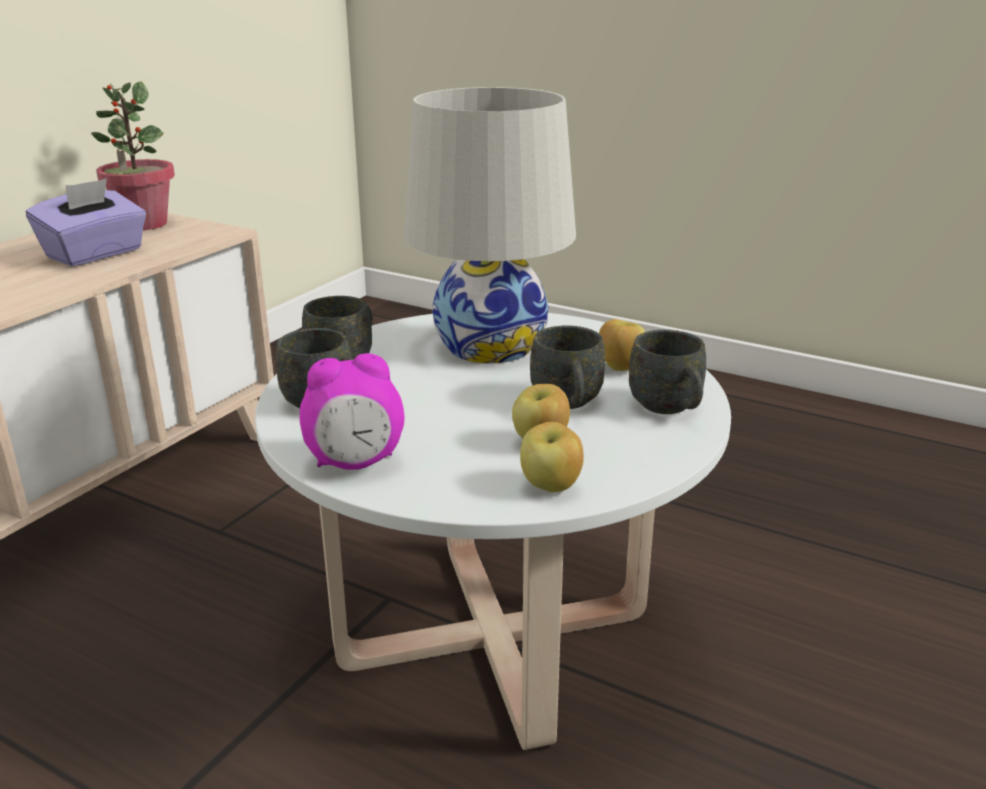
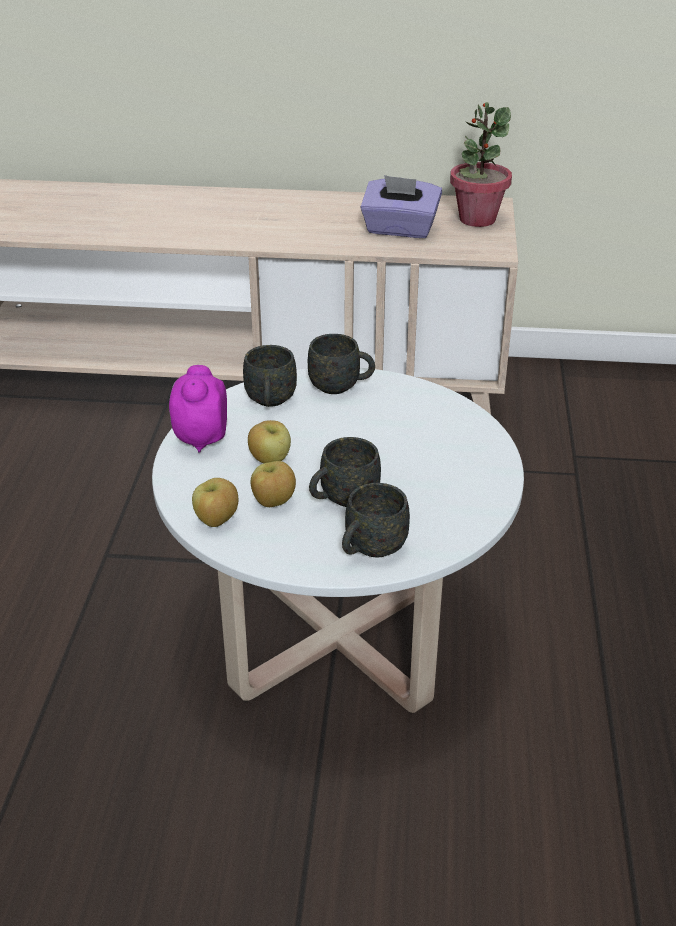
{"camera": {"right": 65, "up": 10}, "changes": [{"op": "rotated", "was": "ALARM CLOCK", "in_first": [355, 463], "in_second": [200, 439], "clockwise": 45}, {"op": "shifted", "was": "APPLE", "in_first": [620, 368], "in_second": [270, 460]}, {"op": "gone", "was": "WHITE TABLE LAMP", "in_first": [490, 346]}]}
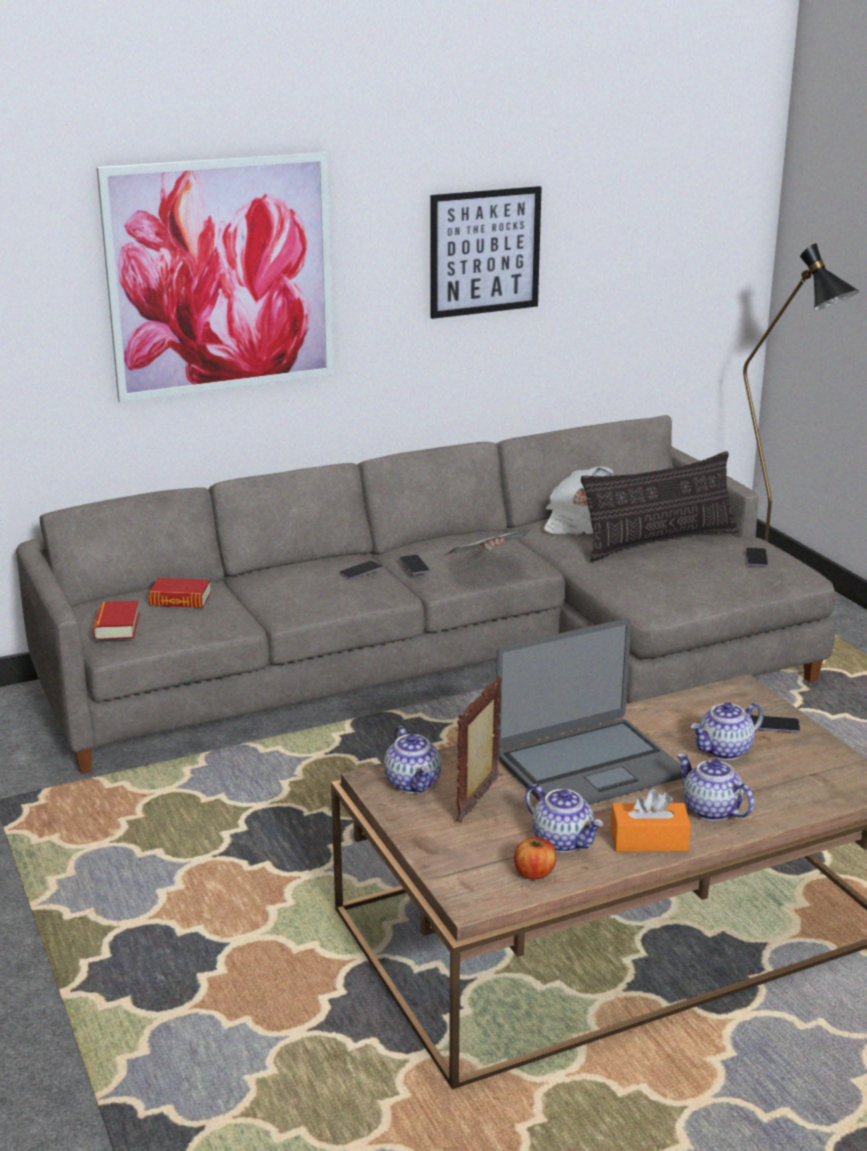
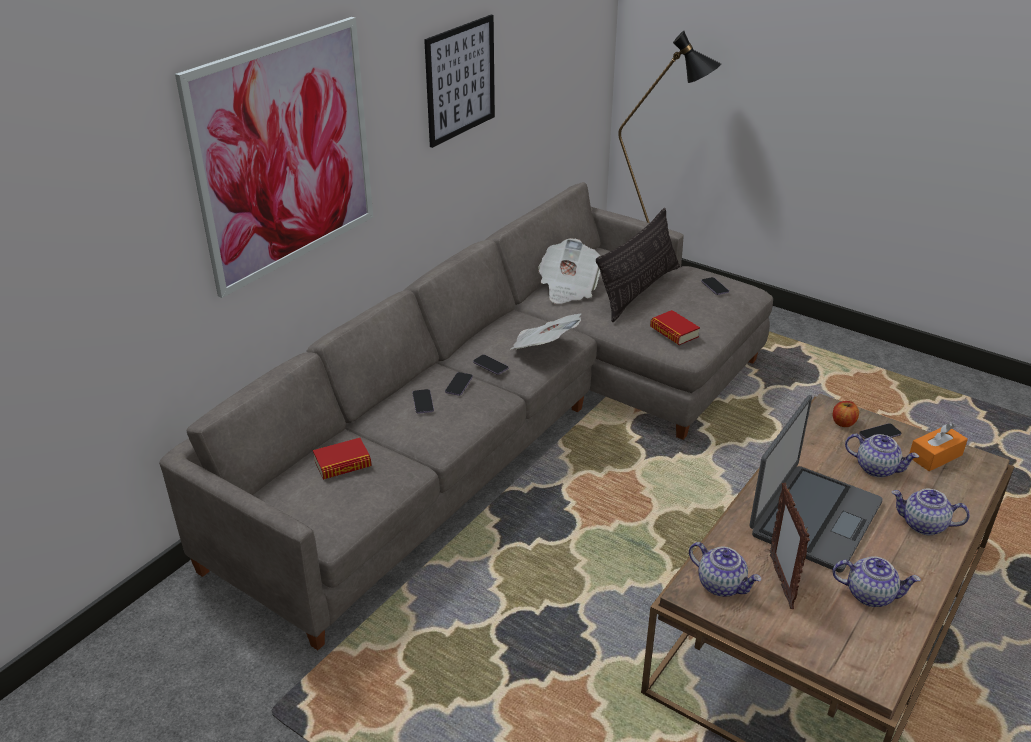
{"camera": {"right": -30, "up": 10}, "changes": [{"op": "new", "now": "PHONE", "in_second": [423, 402]}, {"op": "shifted", "was": "BOOK", "in_first": [117, 626], "in_second": [674, 332]}, {"op": "shifted", "was": "APPLE", "in_first": [534, 873], "in_second": [843, 423]}, {"op": "rotated", "was": "TEAPOT", "in_first": [724, 751], "in_second": [877, 468], "clockwise": -90}, {"op": "shifted", "was": "ORANGE TISSUE BOX", "in_first": [649, 840], "in_second": [935, 456]}]}
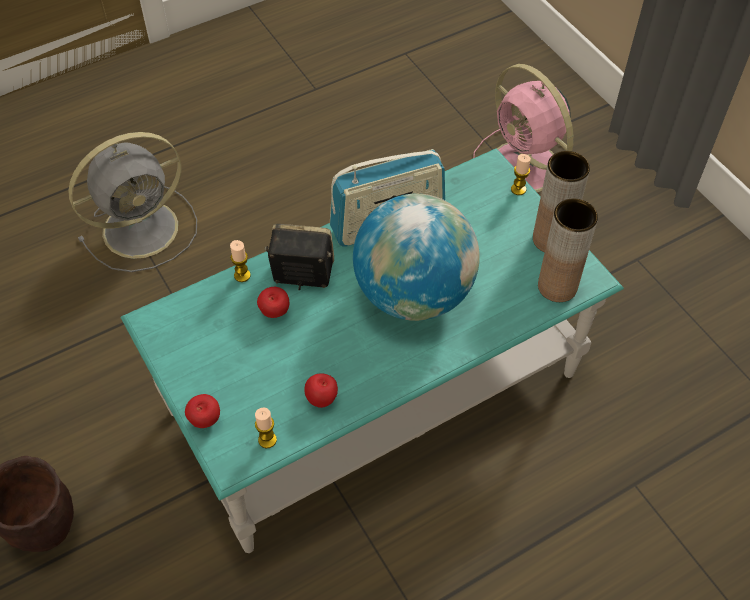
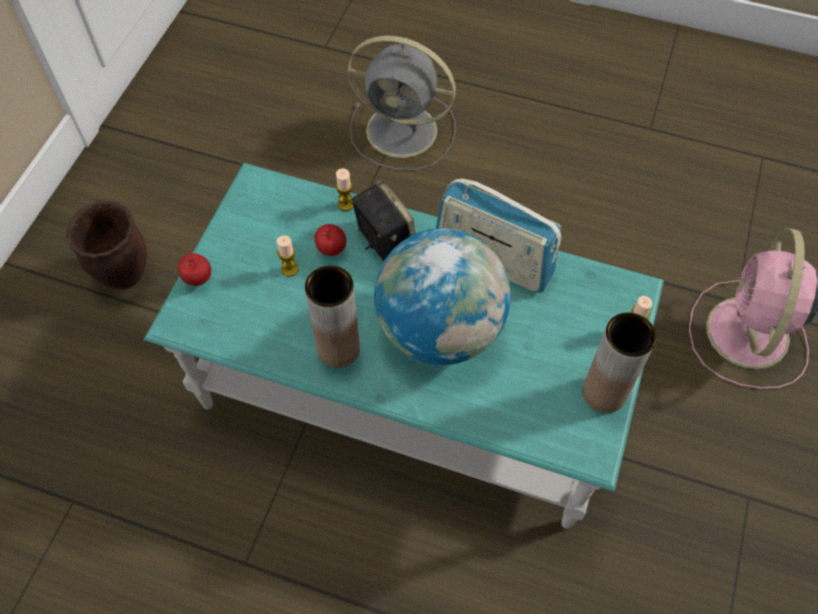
{"camera": {"right": 50, "up": 5}, "changes": [{"op": "shifted", "was": "CANDLE", "in_first": [267, 440], "in_second": [289, 269]}, {"op": "shifted", "was": "BROWN VASE", "in_first": [557, 286], "in_second": [338, 348]}, {"op": "gone", "was": "APPLE", "in_first": [322, 399]}]}
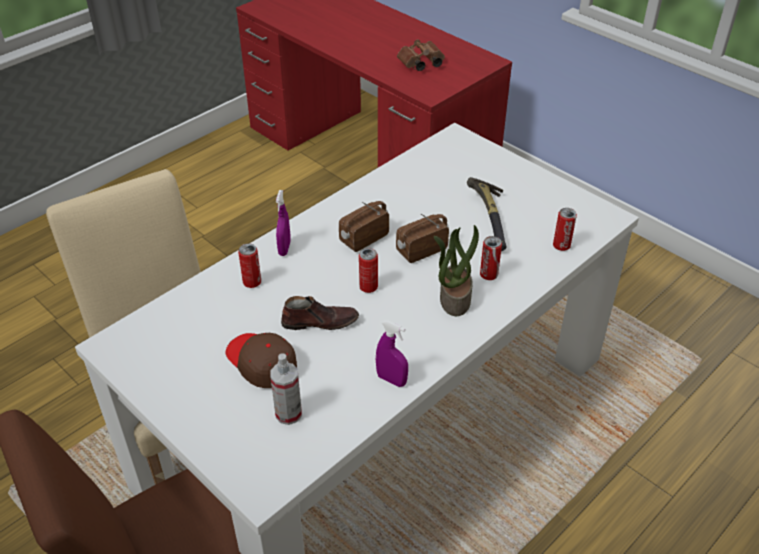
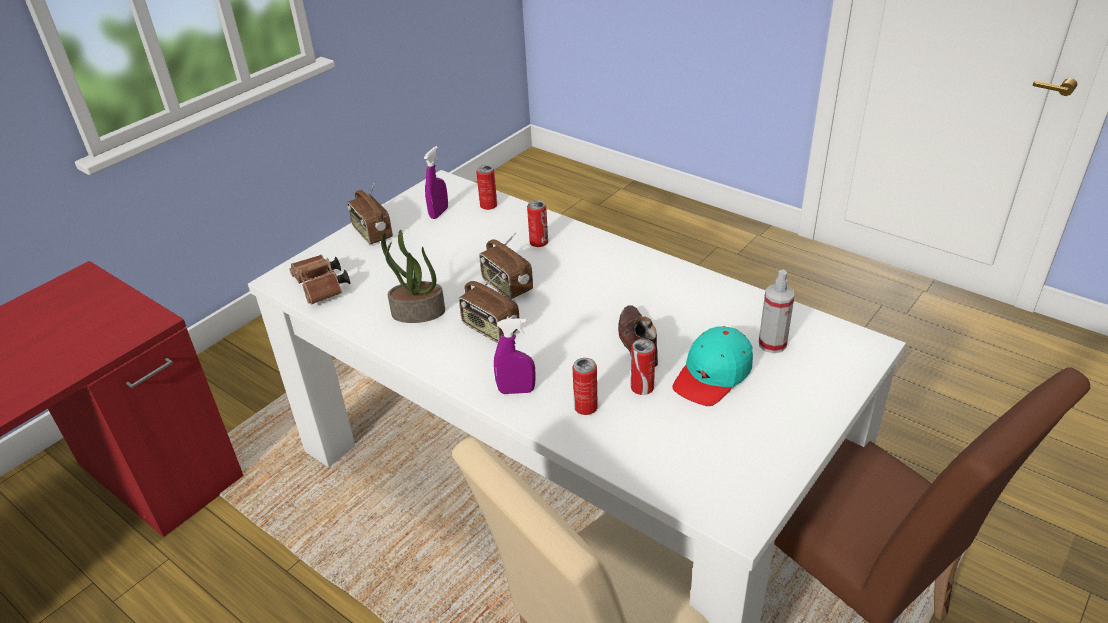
{"camera": {"right": -95, "up": -5}, "changes": [{"op": "shifted", "was": "BROWN BINOCULARS", "in_first": [420, 64], "in_second": [322, 289]}, {"op": "new", "now": "RADIO", "in_second": [371, 233]}, {"op": "shifted", "was": "POTTED PLANT", "in_first": [454, 298], "in_second": [417, 313]}, {"op": "shifted", "was": "PURPLE SPRAY BOTTLE", "in_first": [391, 380], "in_second": [439, 213]}, {"op": "shifted", "was": "CAN", "in_first": [368, 287], "in_second": [642, 388]}, {"op": "repainted", "was": "BROWN CAP", "now": "TURQUOISE CAP", "in_first": [261, 362], "in_second": [713, 375]}, {"op": "gone", "was": "HAMMER", "in_first": [492, 220]}]}
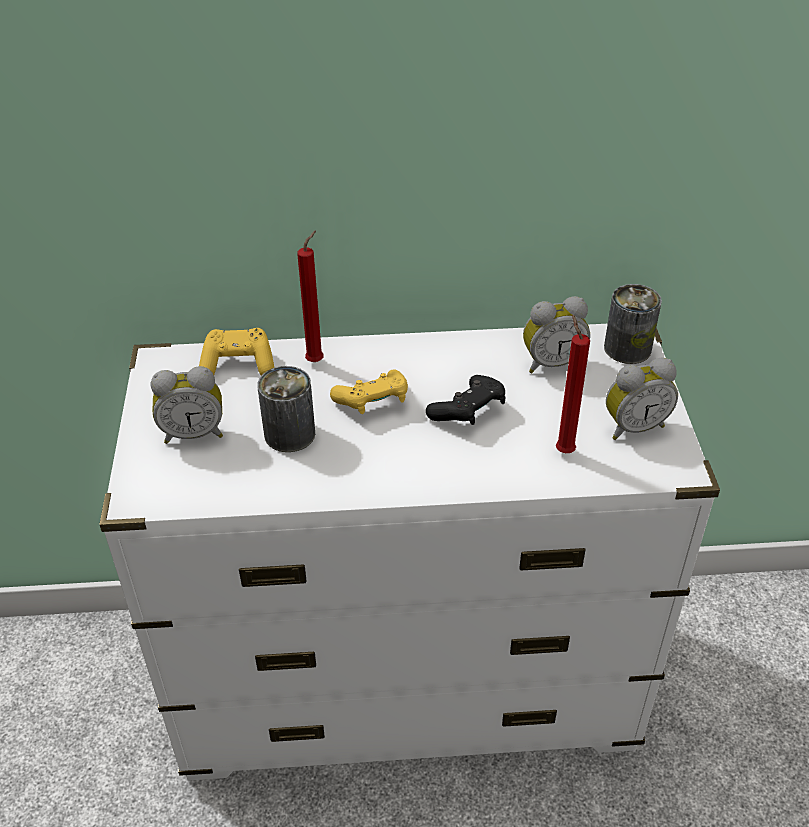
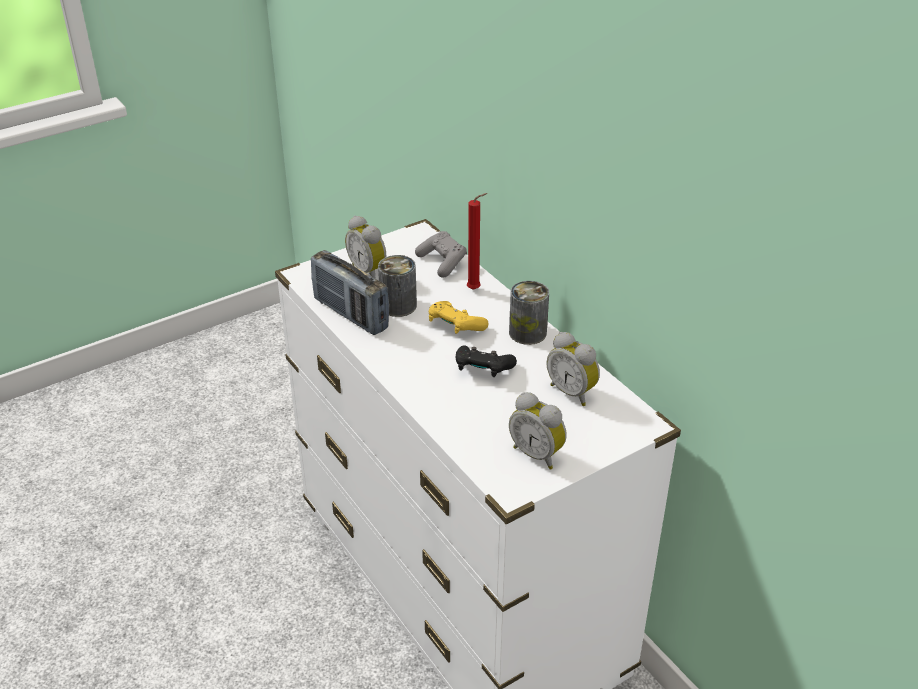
{"camera": {"right": 60, "up": -5}, "changes": [{"op": "new", "now": "RADIO", "in_second": [350, 314]}, {"op": "repainted", "was": "YELLOW GAME CONTROLLER", "now": "GREY GAME CONTROLLER", "in_first": [238, 365], "in_second": [442, 262]}, {"op": "shifted", "was": "CAN", "in_first": [627, 348], "in_second": [527, 332]}, {"op": "gone", "was": "RED CANDLE", "in_first": [563, 450]}]}
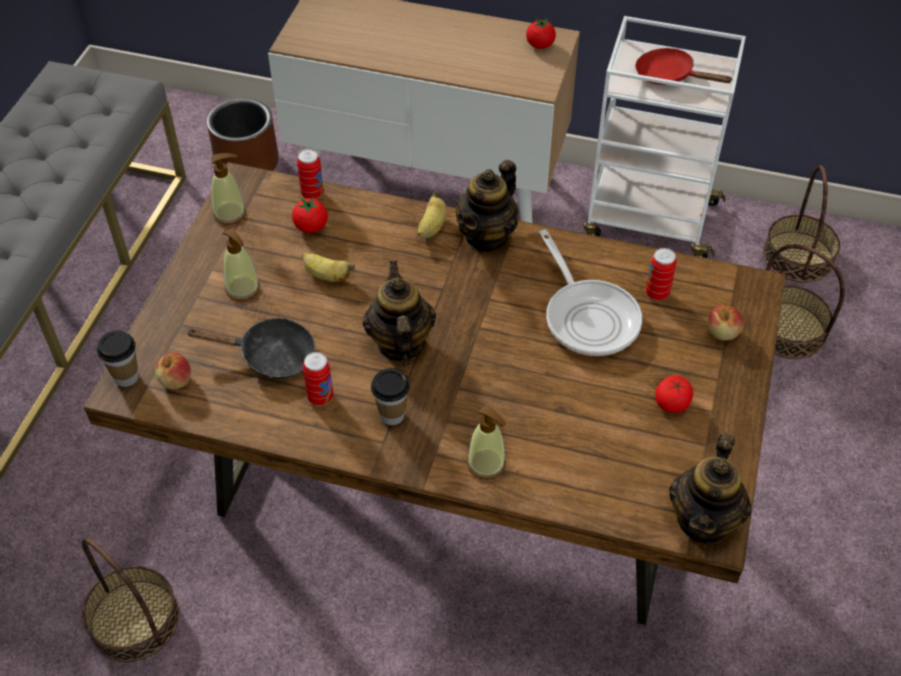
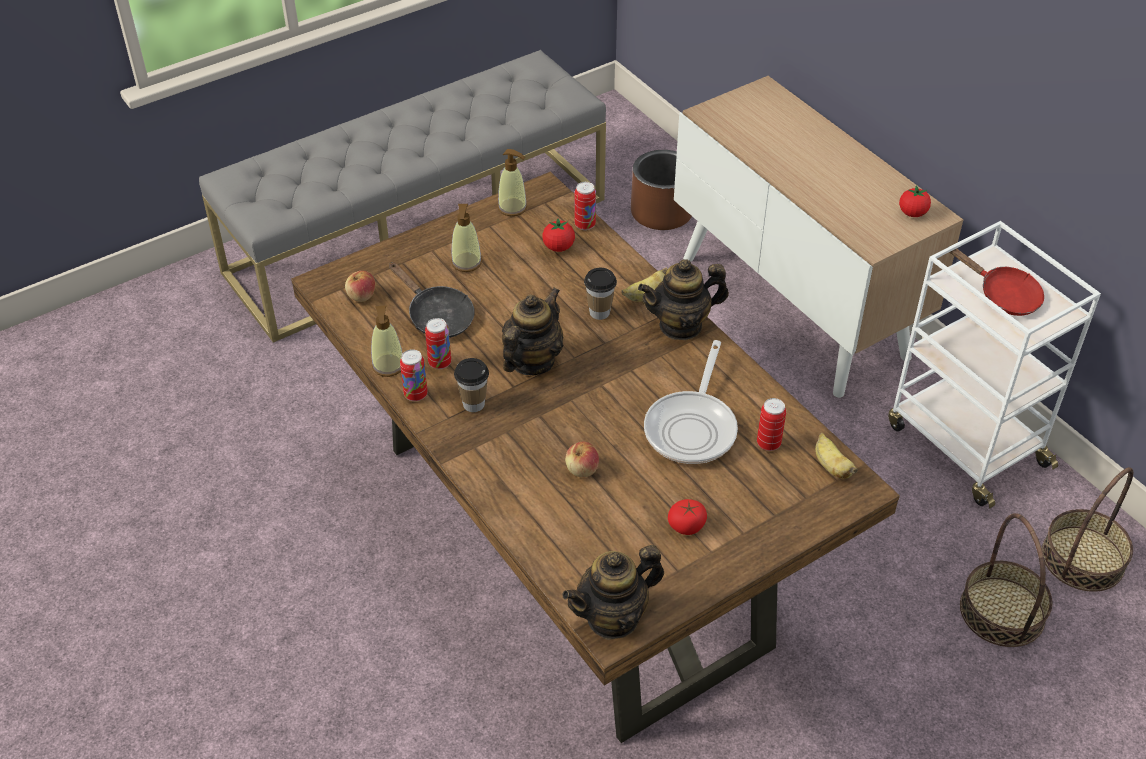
{"camera": {"right": 40, "up": -5}, "changes": [{"op": "shifted", "was": "SOAP DISPENSER", "in_first": [486, 464], "in_second": [388, 366]}, {"op": "new", "now": "CAN", "in_second": [415, 394]}, {"op": "shifted", "was": "APPLE", "in_first": [722, 332], "in_second": [582, 469]}, {"op": "shifted", "was": "CUP", "in_first": [126, 377], "in_second": [599, 312]}, {"op": "shifted", "was": "BANANA", "in_first": [327, 276], "in_second": [831, 466]}, {"op": "rotated", "was": "RED FRYING PAN", "in_first": [669, 76], "in_second": [1003, 295], "clockwise": 150}, {"op": "gone", "was": "BASKET", "in_first": [134, 620]}]}
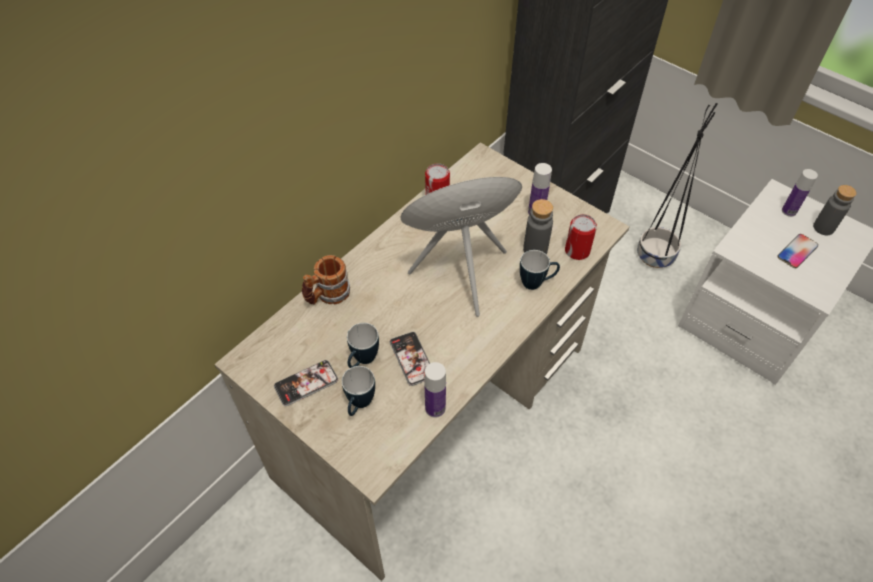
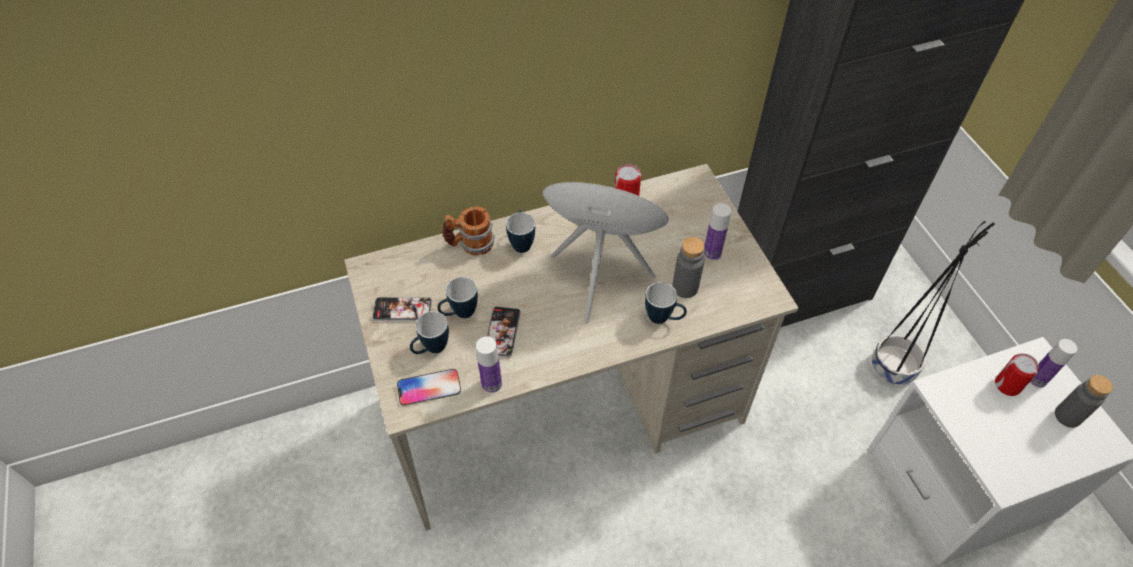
{"camera": {"right": 30, "up": 0}, "changes": [{"op": "shifted", "was": "PHONE", "in_first": [797, 251], "in_second": [429, 388]}, {"op": "new", "now": "MUG", "in_second": [521, 242]}, {"op": "shifted", "was": "CAN", "in_first": [577, 251], "in_second": [1007, 385]}]}
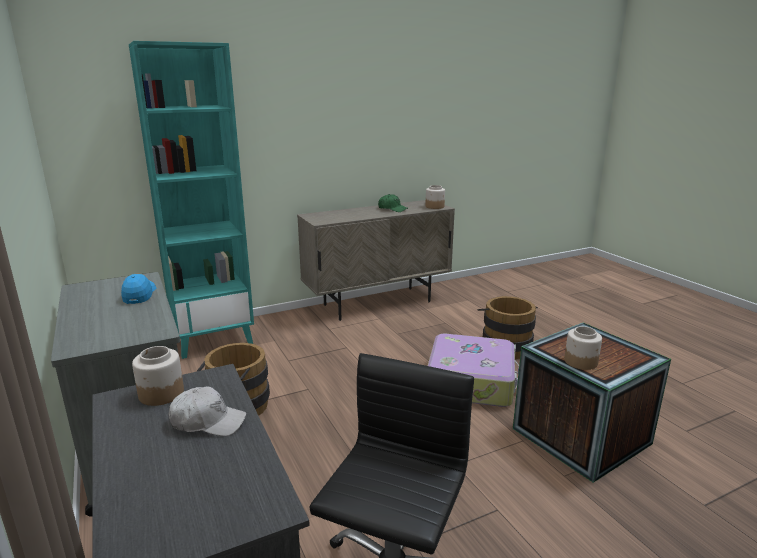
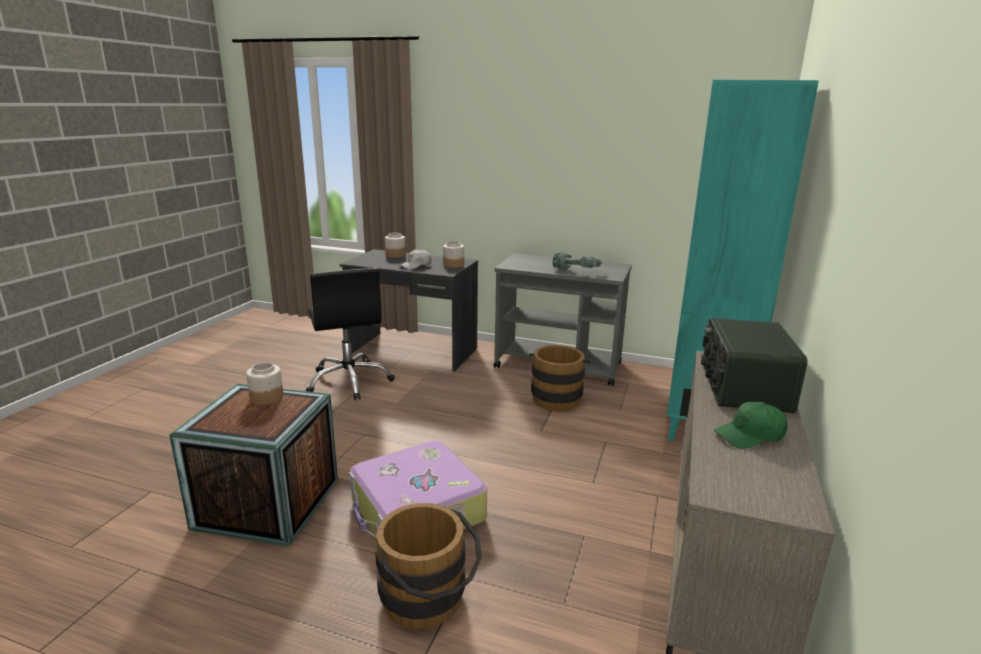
{"camera": {"right": 135, "up": 0}, "changes": [{"op": "shifted", "was": "JAR", "in_first": [435, 206], "in_second": [395, 255]}, {"op": "swapped", "was": "BLUE CAP", "now": "POWER DRILL", "in_first": [139, 295], "in_second": [577, 271]}, {"op": "new", "now": "RADIO", "in_second": [742, 388]}]}
